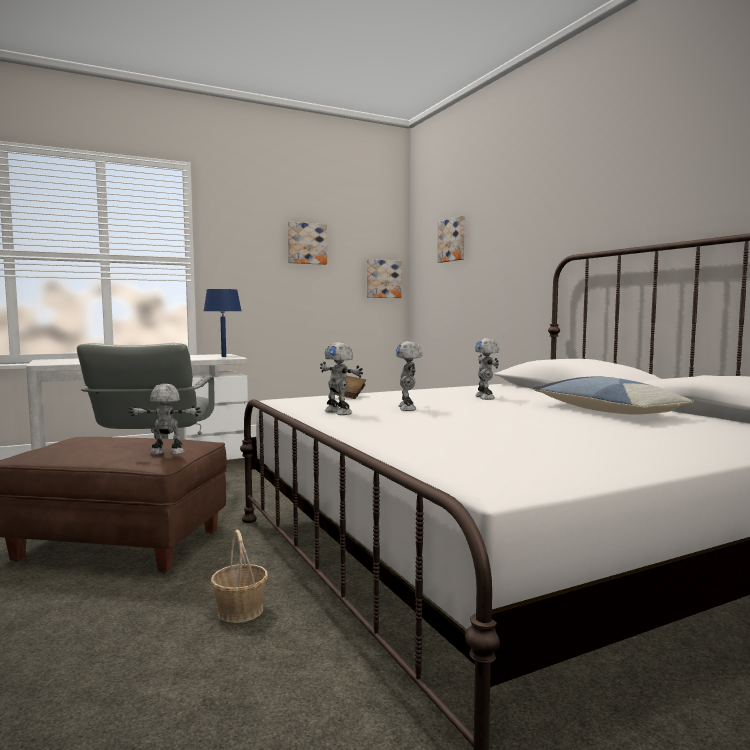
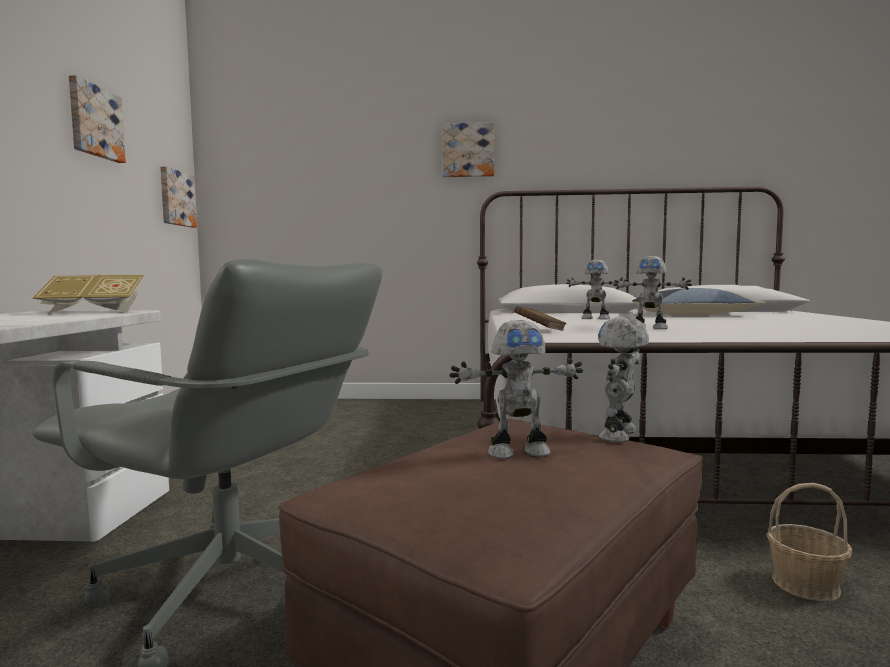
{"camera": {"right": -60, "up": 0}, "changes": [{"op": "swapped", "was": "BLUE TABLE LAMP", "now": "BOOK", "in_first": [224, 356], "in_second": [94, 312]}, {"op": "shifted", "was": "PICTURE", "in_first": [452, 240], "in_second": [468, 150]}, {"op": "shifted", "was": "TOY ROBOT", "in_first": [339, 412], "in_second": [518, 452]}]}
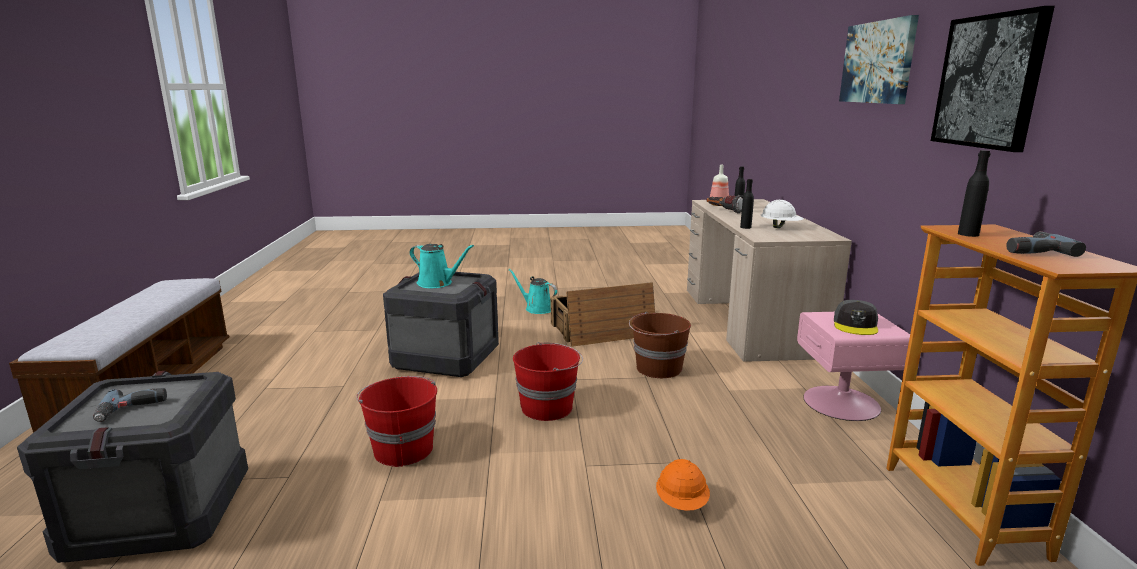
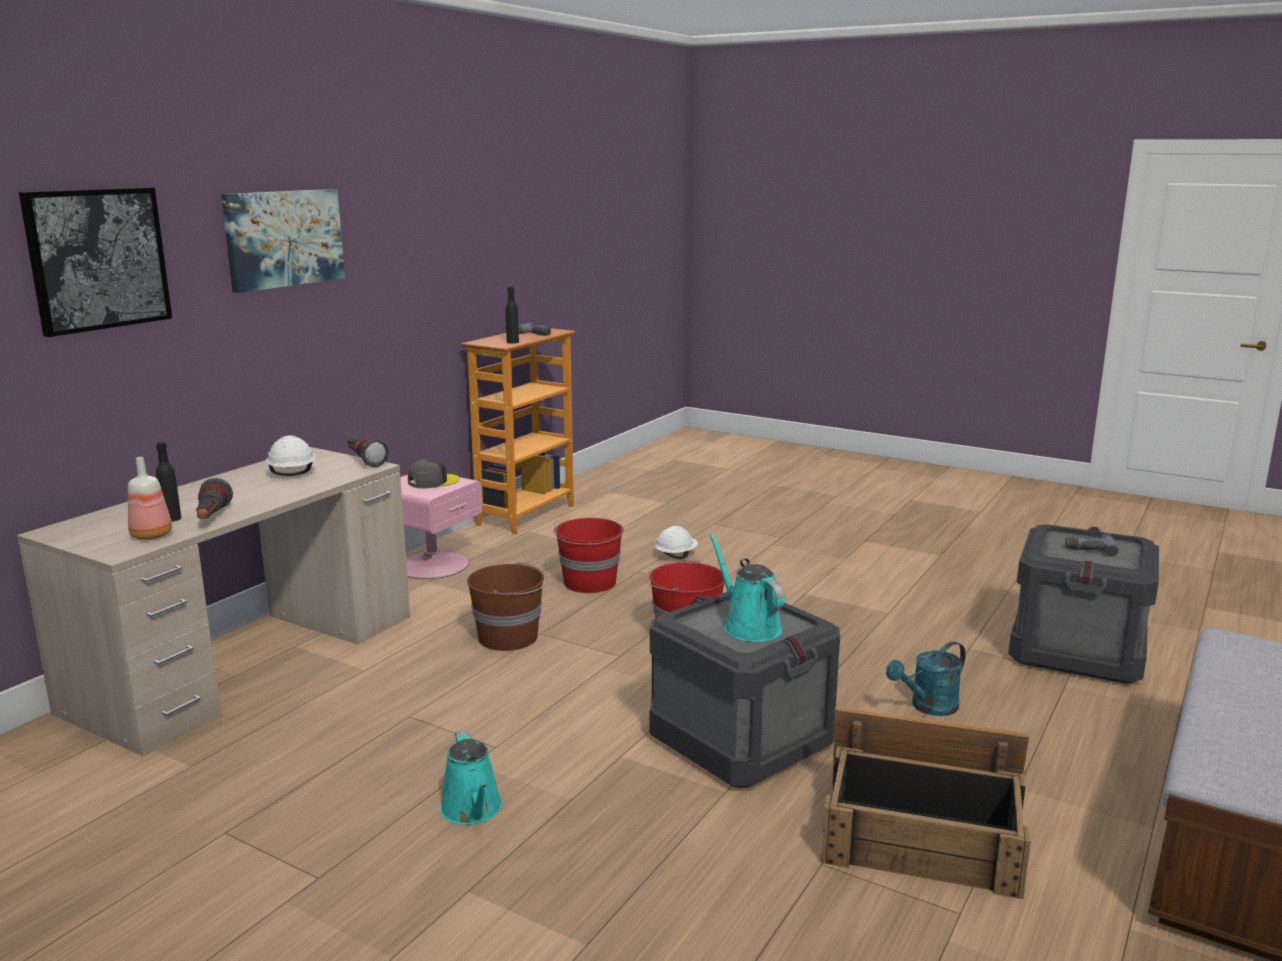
{"camera": {"right": -145, "up": 0}, "changes": [{"op": "shifted", "was": "PICTURE", "in_first": [989, 81], "in_second": [97, 259]}, {"op": "new", "now": "FLASHLIGHT", "in_second": [364, 461]}, {"op": "shifted", "was": "RED BUCKET", "in_first": [402, 449], "in_second": [590, 583]}, {"op": "repainted", "was": "ORANGE HARD HAT", "now": "WHITE HARD HAT", "in_first": [682, 504], "in_second": [676, 556]}, {"op": "shifted", "was": "CRATE", "in_first": [601, 330], "in_second": [922, 834]}, {"op": "new", "now": "TURQUOISE WATERING CAN", "in_second": [928, 707]}, {"op": "gone", "was": "BLACK BOTTLE", "in_first": [745, 227]}]}
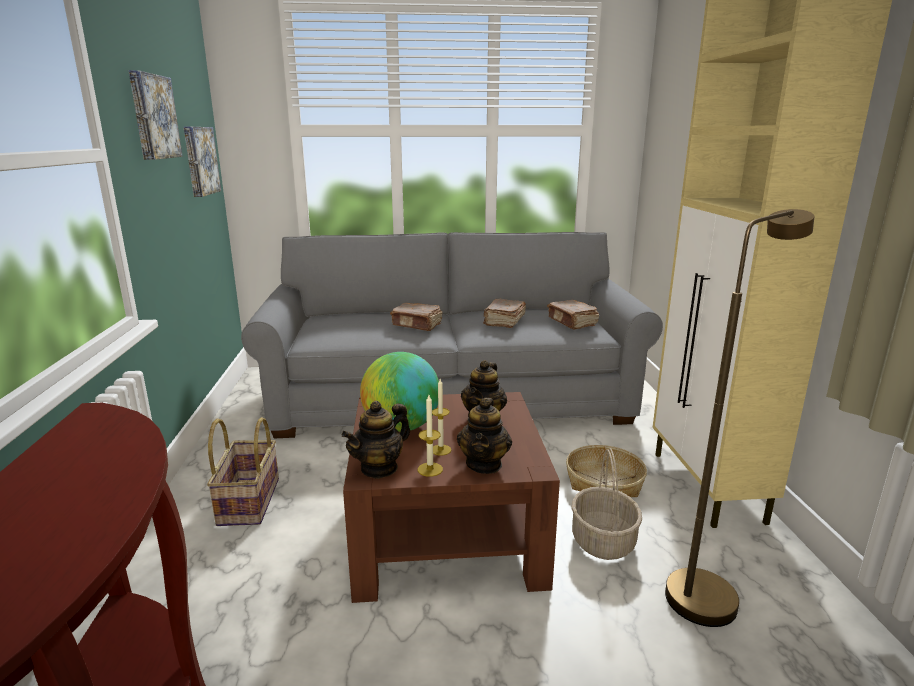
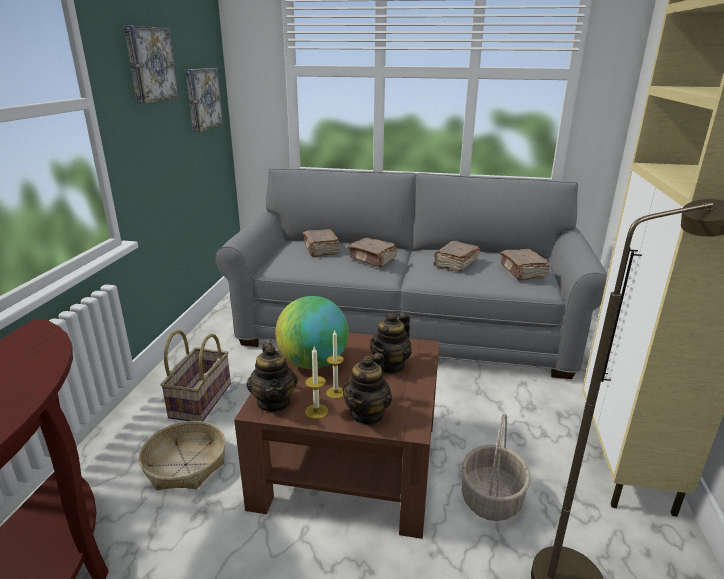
{"camera": {"right": 15, "up": 5}, "changes": [{"op": "shifted", "was": "BASKET", "in_first": [604, 483], "in_second": [186, 465]}, {"op": "rotated", "was": "TEAPOT", "in_first": [379, 468], "in_second": [274, 402], "clockwise": -75}, {"op": "new", "now": "BROWN BOOK", "in_second": [321, 250]}]}
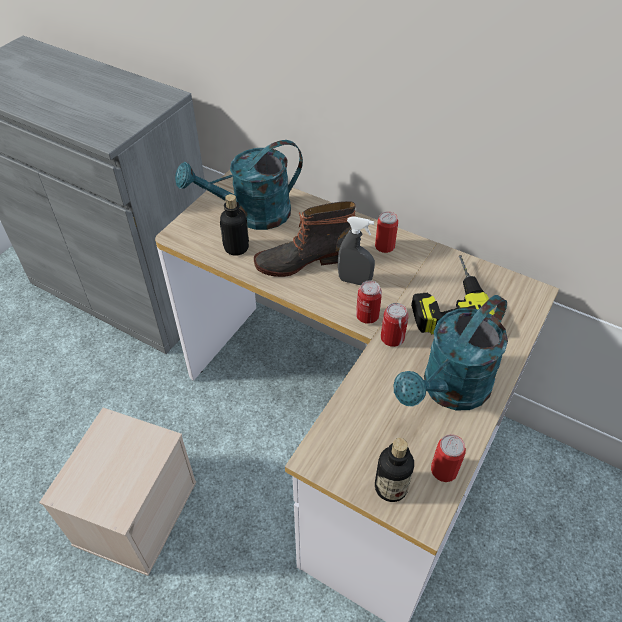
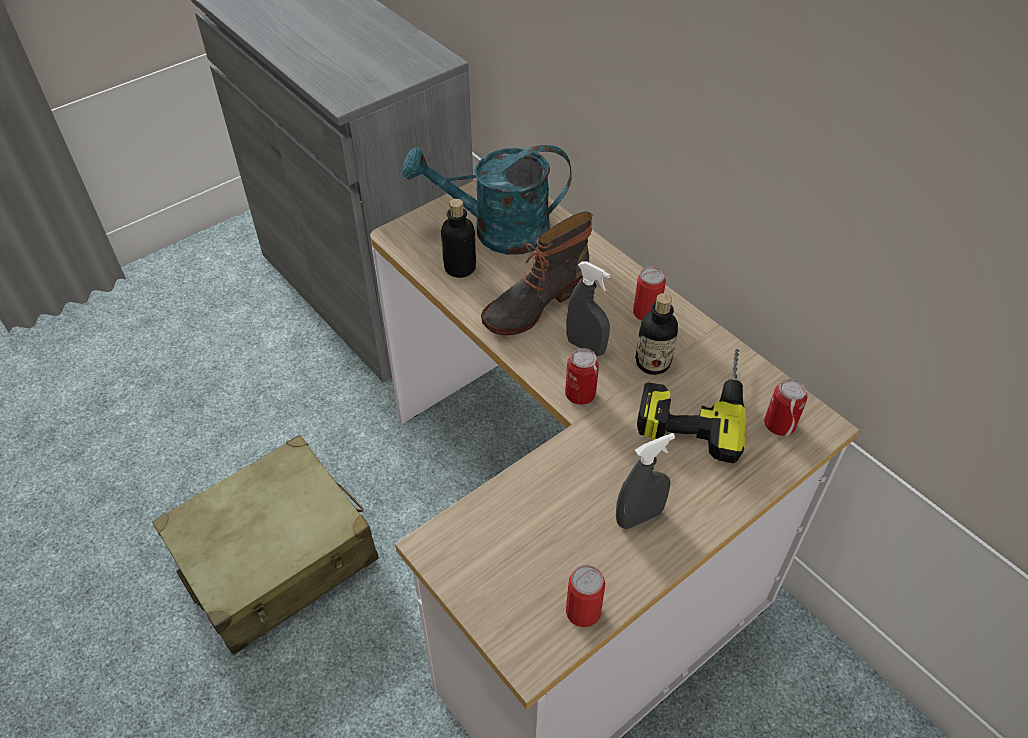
{"camera": {"right": 20, "up": 0}, "changes": [{"op": "swapped", "was": "BEIGE STORAGE BOX", "now": "BEIGE SUITCASE", "in_first": [135, 511], "in_second": [276, 557]}, {"op": "rotated", "was": "BOOT", "in_first": [303, 259], "in_second": [534, 303], "clockwise": -45}, {"op": "swapped", "was": "TURQUOISE WATERING CAN", "now": "GREY SPRAY BOTTLE", "in_first": [449, 390], "in_second": [639, 517]}, {"op": "shifted", "was": "BOTTLE", "in_first": [391, 487], "in_second": [652, 363]}, {"op": "shifted", "was": "CAN", "in_first": [392, 338], "in_second": [779, 425]}]}
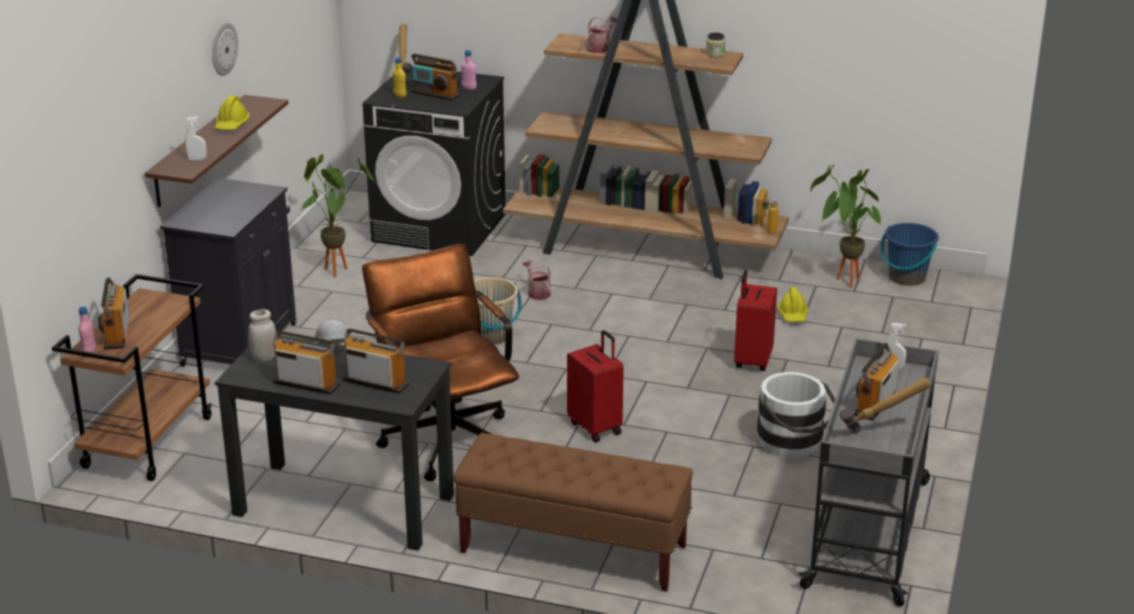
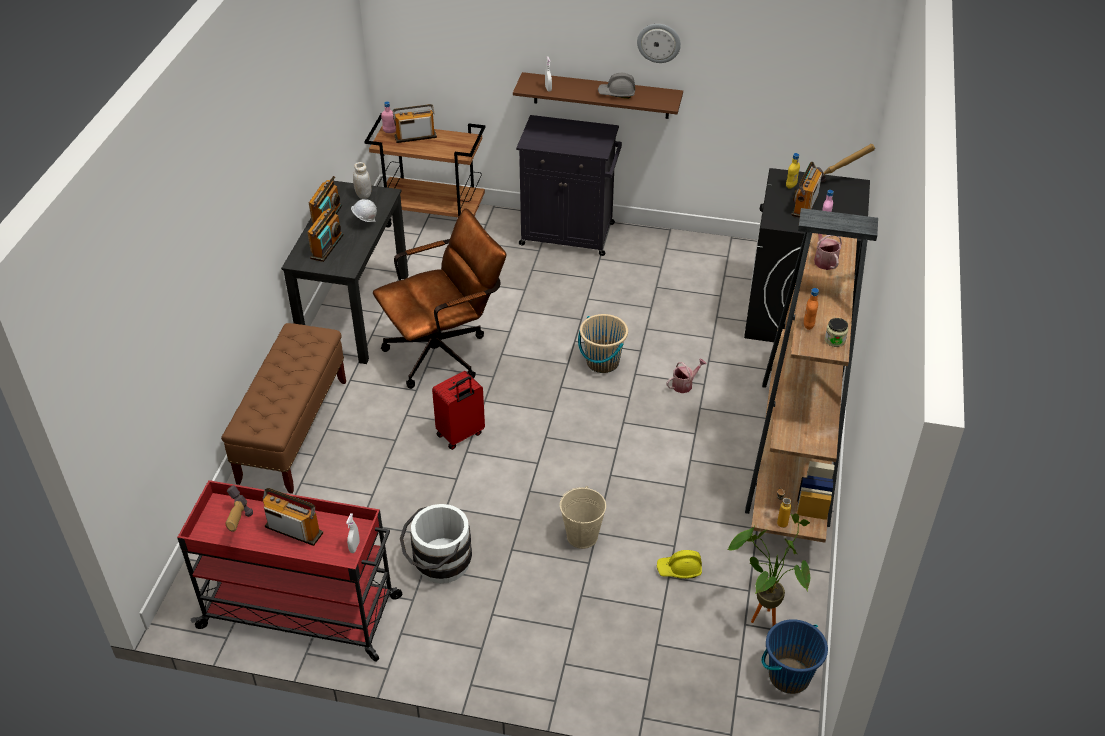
{"camera": {"right": 85, "up": 15}, "changes": [{"op": "repainted", "was": "GREY CART", "now": "RED CART", "in_first": [868, 532], "in_second": [303, 612]}, {"op": "swapped", "was": "RED SUITCASE", "now": "BEIGE BUCKET", "in_first": [752, 361], "in_second": [582, 536]}, {"op": "repainted", "was": "YELLOW HARD HAT", "now": "GREY HARD HAT", "in_first": [232, 125], "in_second": [616, 93]}, {"op": "new", "now": "ORANGE BOTTLE", "in_second": [808, 325]}, {"op": "rotated", "was": "WATERING CAN", "in_first": [600, 48], "in_second": [824, 259], "clockwise": -135}, {"op": "gone", "was": "POTTED PLANT", "in_first": [337, 268]}]}
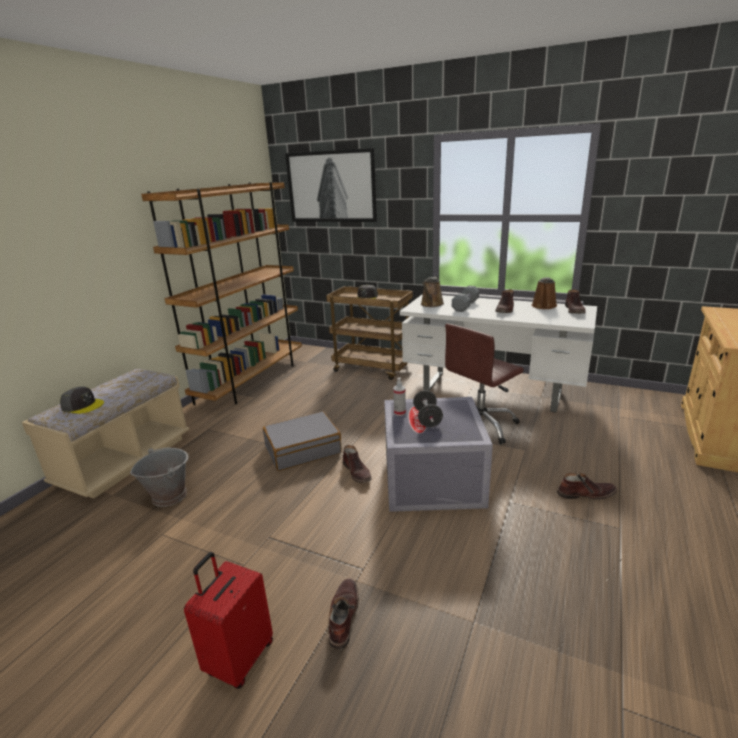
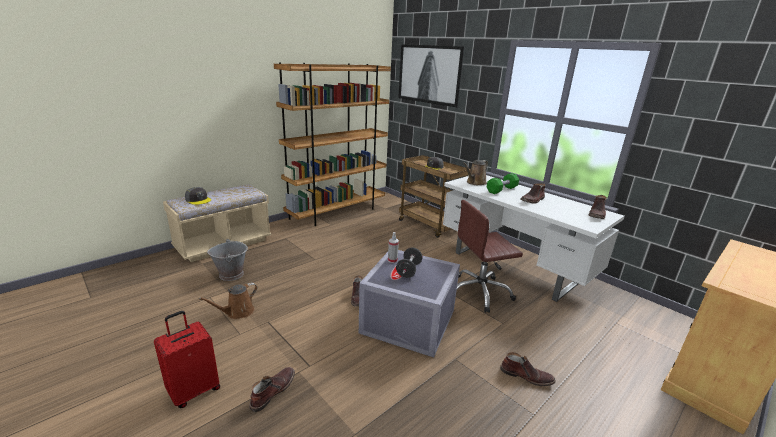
{"camera": {"right": 20, "up": 0}, "changes": [{"op": "shifted", "was": "BROWN WATERING CAN", "in_first": [544, 306], "in_second": [238, 312]}, {"op": "repainted", "was": "GREY DUMBBELL", "now": "GREEN DUMBBELL", "in_first": [465, 306], "in_second": [501, 190]}, {"op": "gone", "was": "GREY SUITCASE", "in_first": [303, 449]}]}
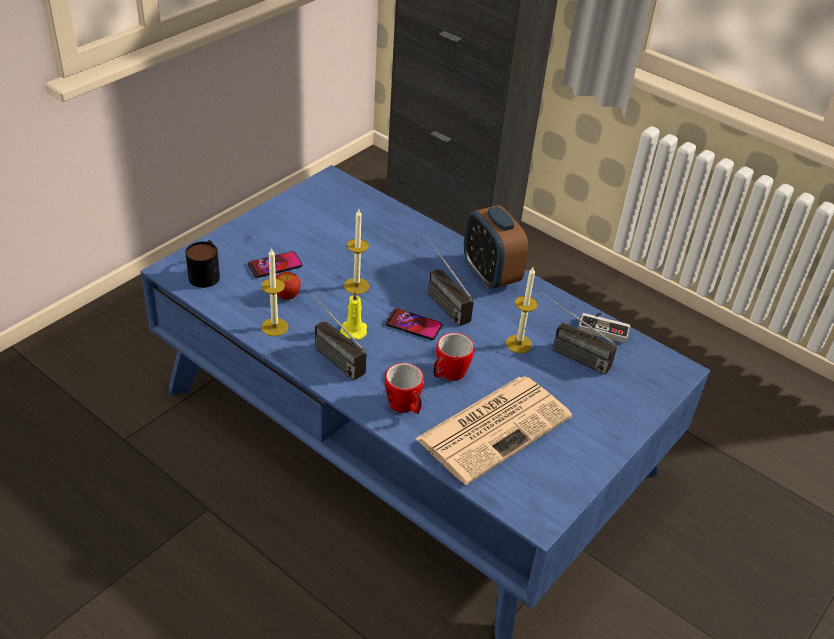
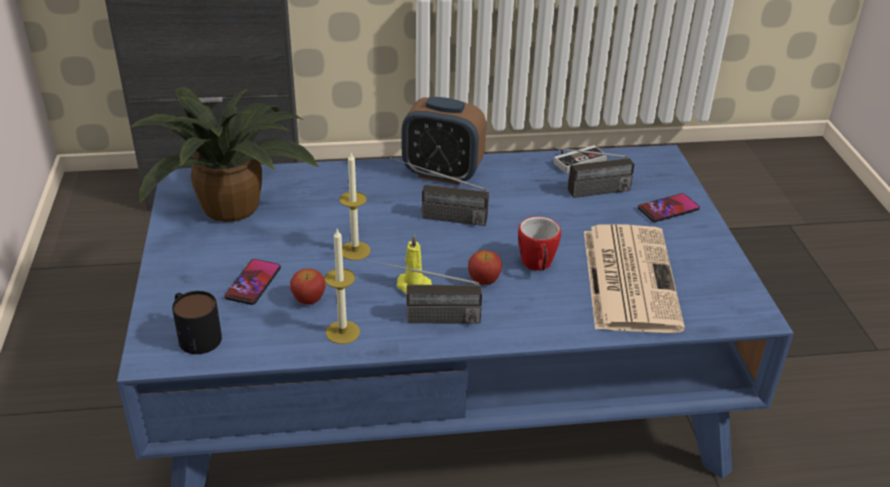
{"camera": {"right": -45, "up": -5}, "changes": [{"op": "new", "now": "POTTED PLANT", "in_second": [231, 204]}, {"op": "new", "now": "APPLE", "in_second": [484, 280]}, {"op": "shifted", "was": "PHONE", "in_first": [413, 325], "in_second": [668, 209]}, {"op": "gone", "was": "MUG", "in_first": [405, 407]}, {"op": "gone", "was": "CANDLE", "in_first": [519, 344]}]}
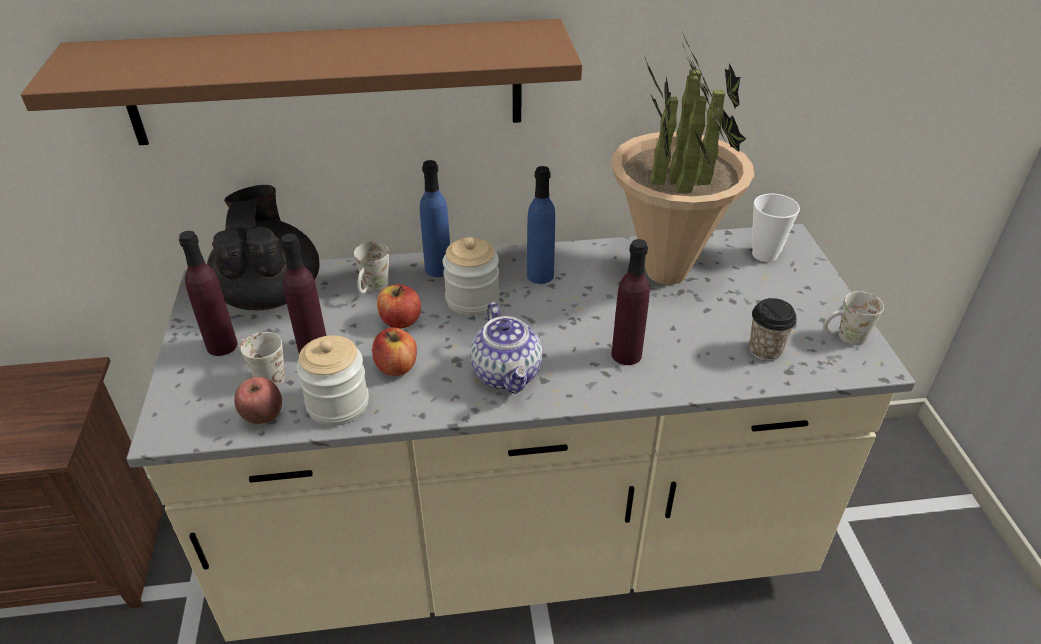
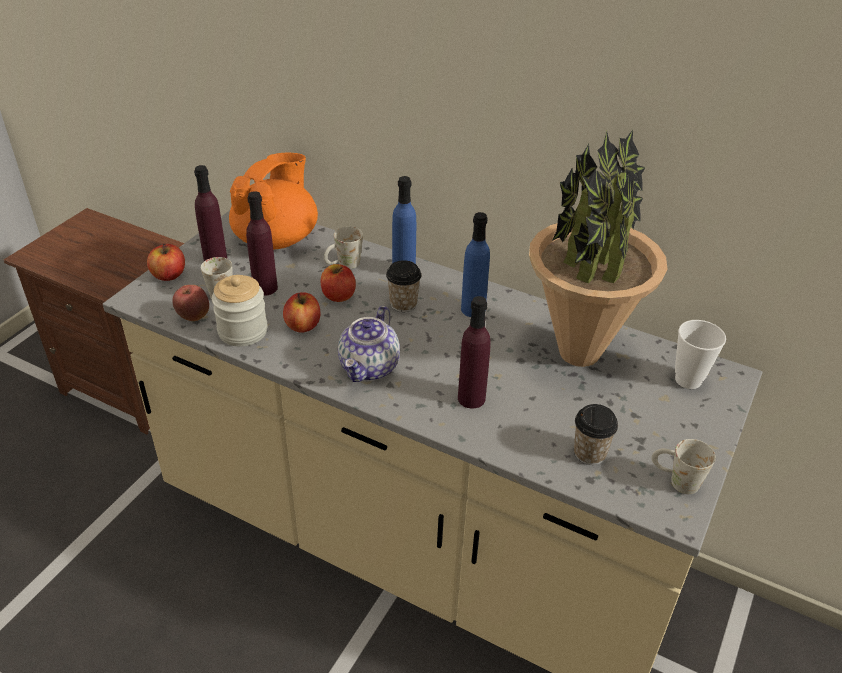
{"camera": {"right": 35, "up": 0}, "changes": [{"op": "new", "now": "APPLE", "in_second": [169, 275]}, {"op": "repainted", "was": "BLACK TEAPOT", "now": "ORANGE TEAPOT", "in_first": [270, 293], "in_second": [277, 238]}, {"op": "swapped", "was": "JAR", "now": "CUP", "in_first": [472, 300], "in_second": [403, 304]}, {"op": "gone", "was": "BROWN SHELF", "in_first": [326, 83]}]}
